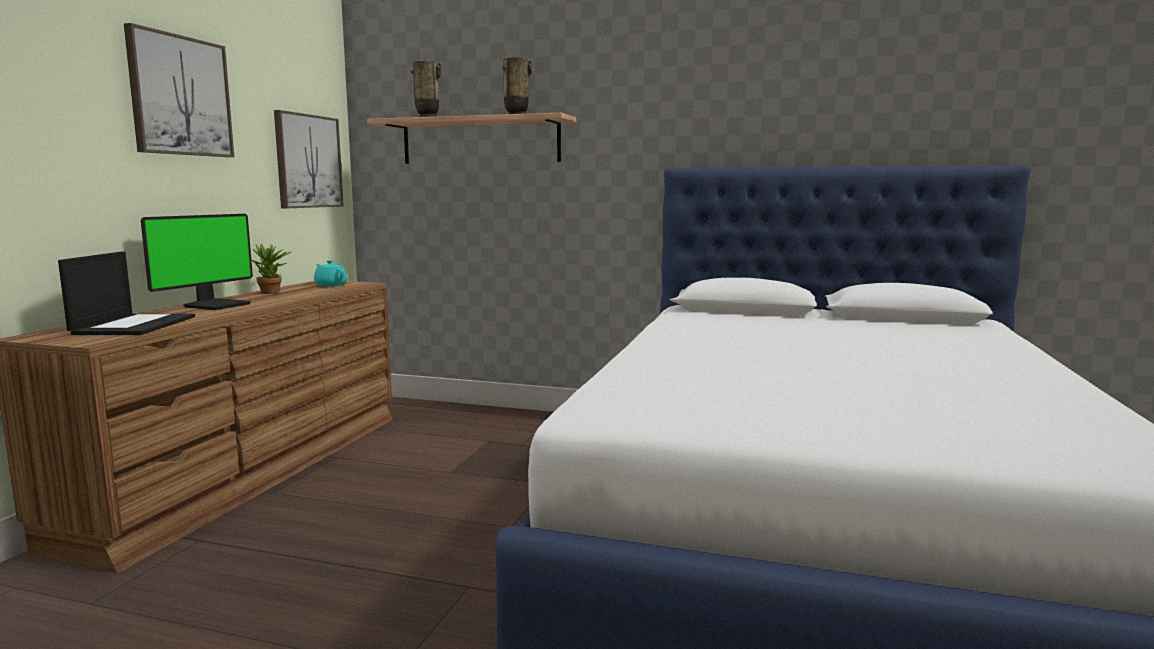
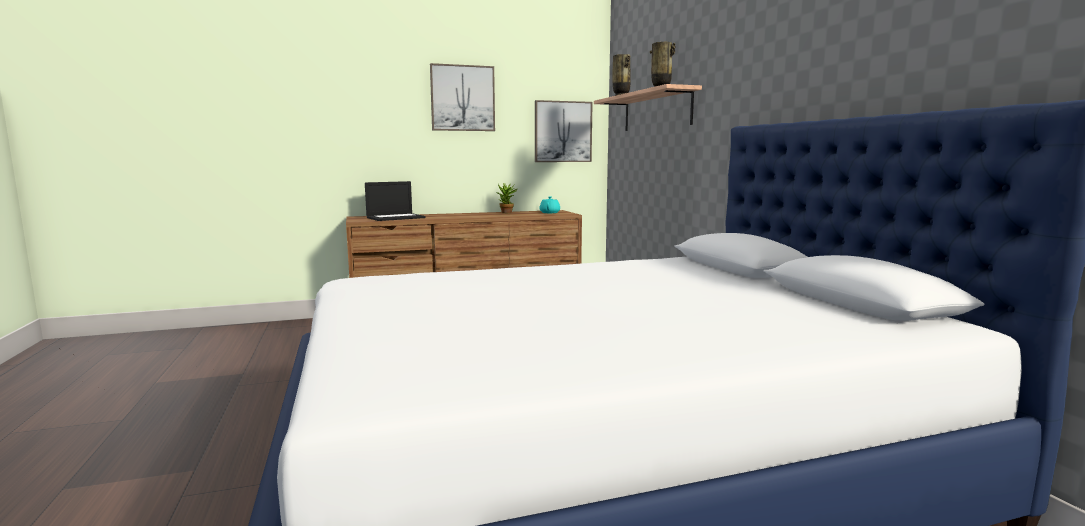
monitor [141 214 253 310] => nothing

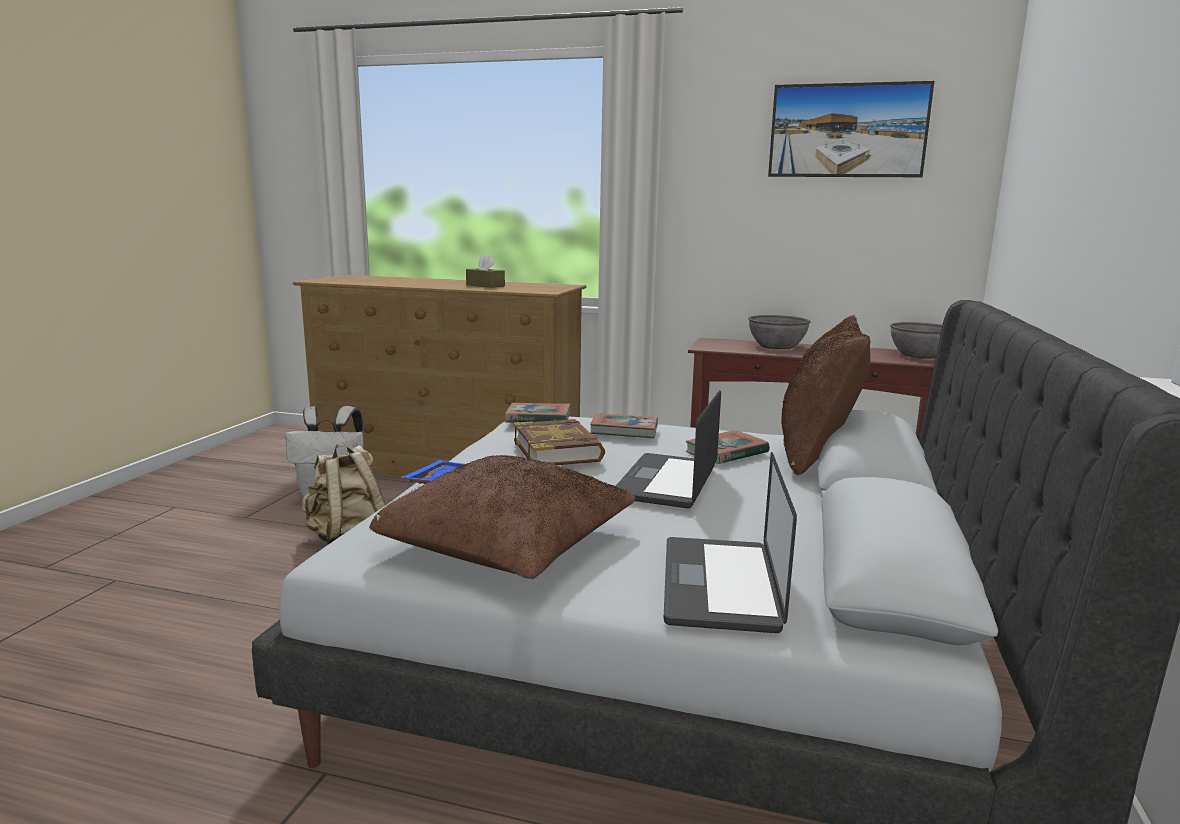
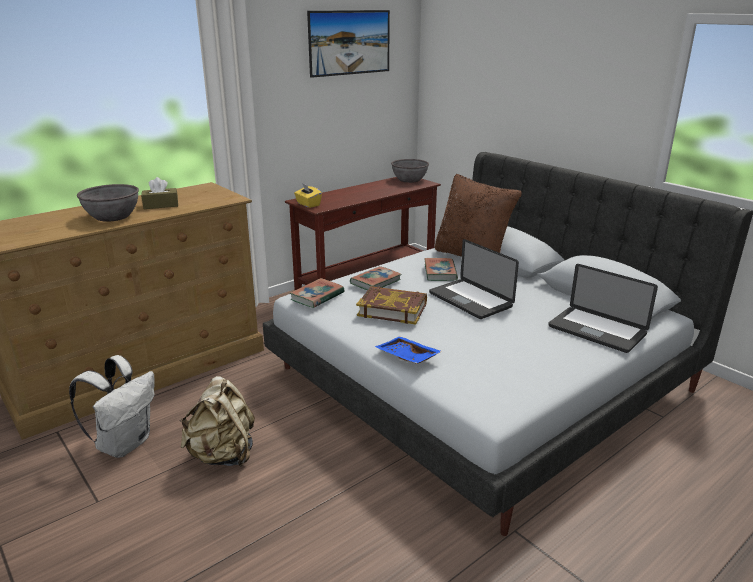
cojín (marrón) [369 455 636 579] => nothing
cuenco (gris) [748 315 811 349] => cuenco (gris) [77 184 139 222], shifted
nothing => caja de pañuelos (amarillo) [294 183 322 208]

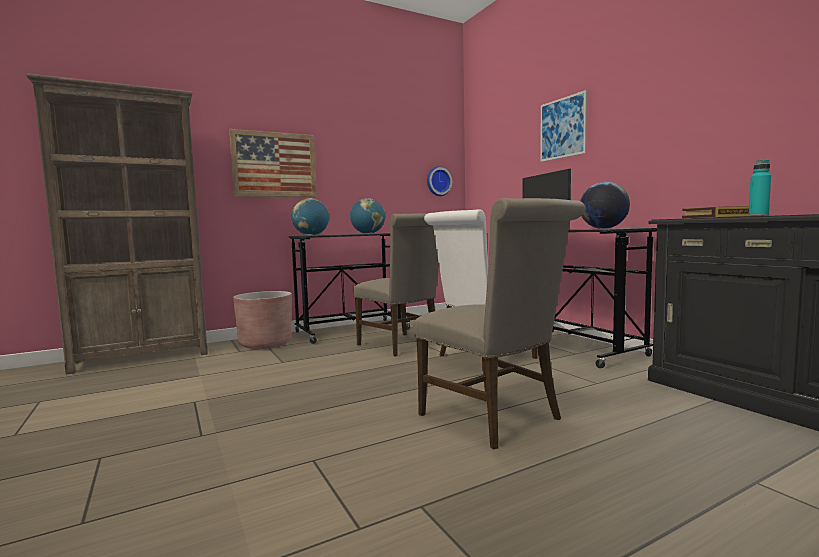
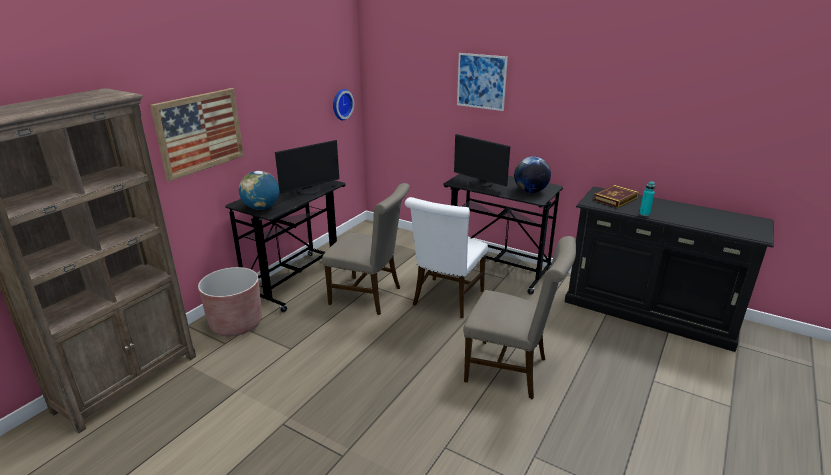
globo terráqueo [350 198 385 234] => monitor [275 140 339 195]

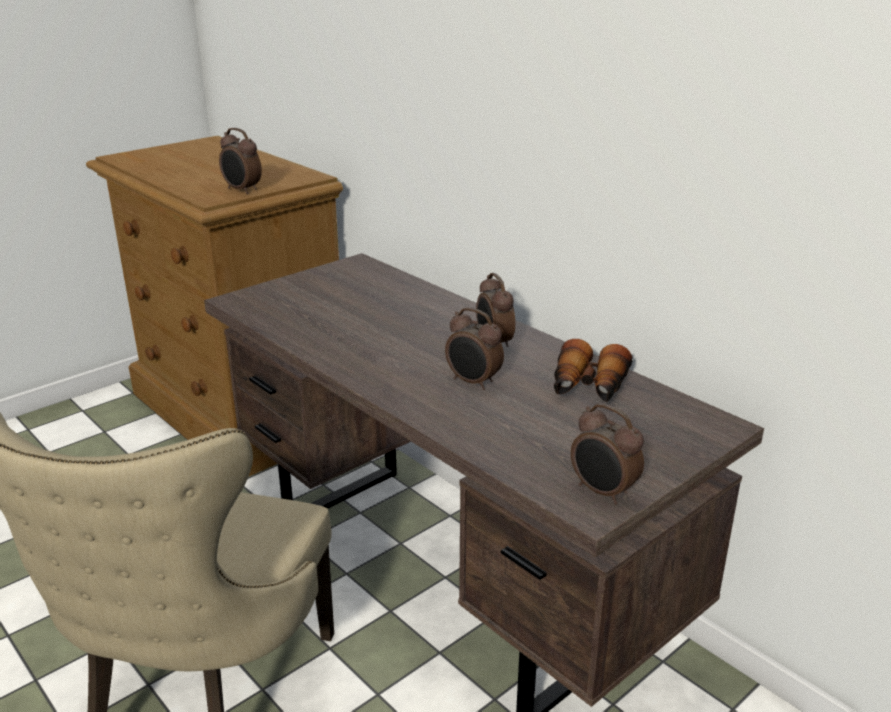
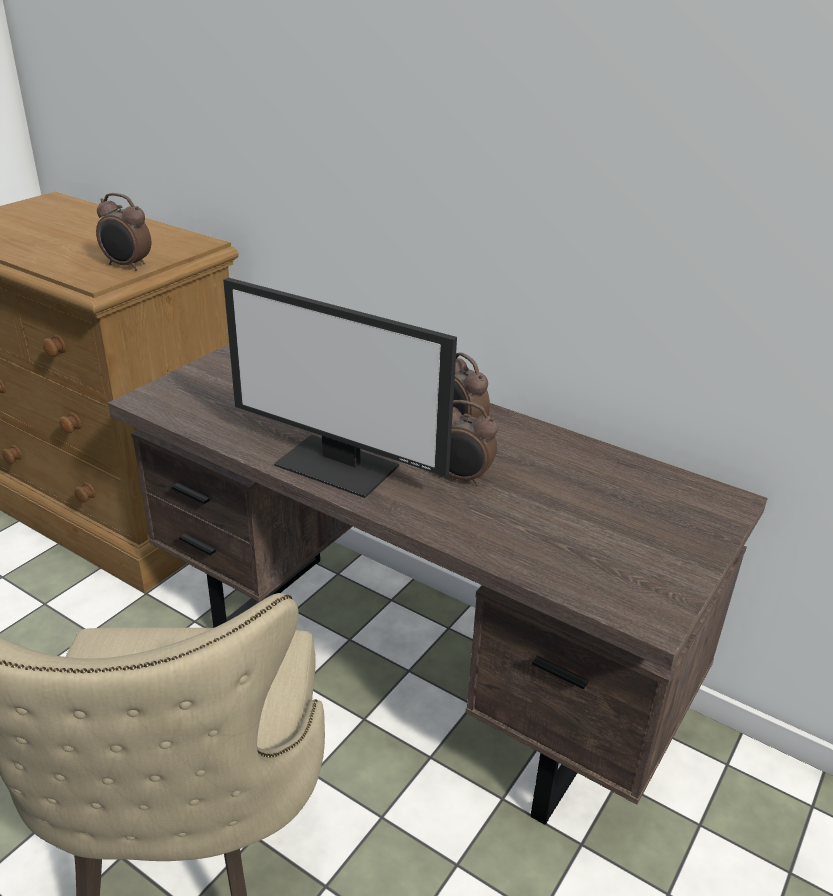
prismáticos [554 339 632 402] => nothing
despertador [571 403 644 505] => nothing
nothing => monitor [223 278 457 498]

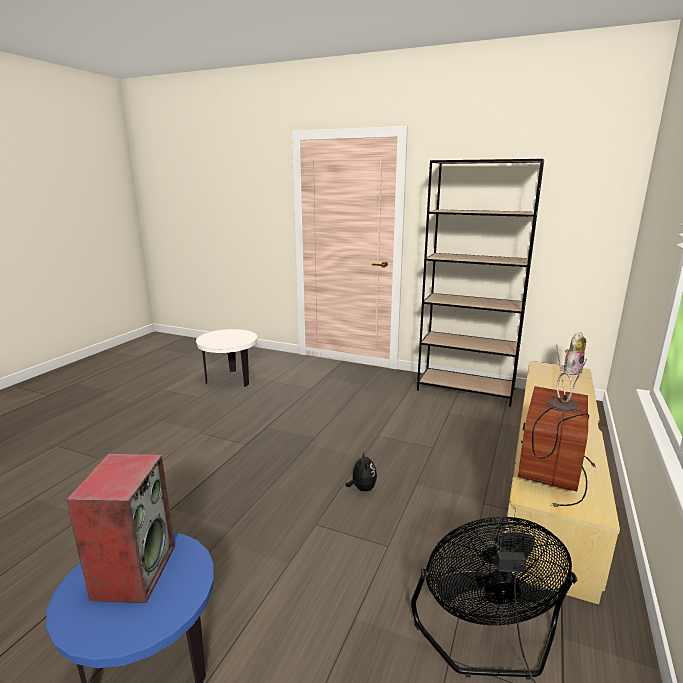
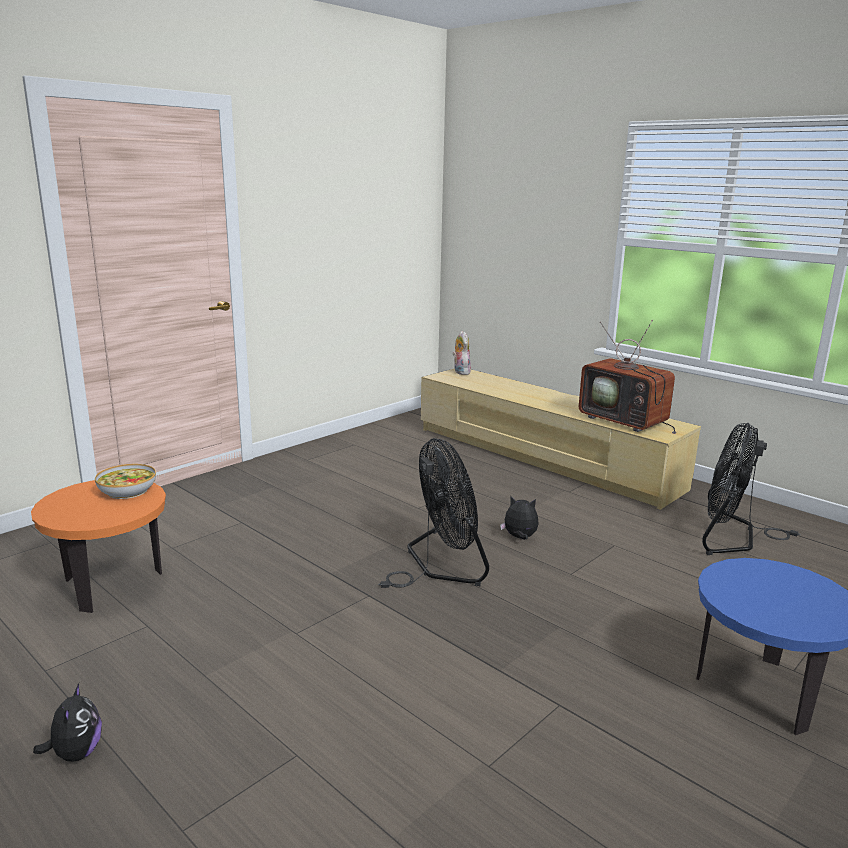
altavoz [66 454 175 603] => nothing
mesa auxiliar (blanco) [196 329 257 387] => mesa auxiliar (naranja) [31 480 166 613]
estantería (beis) [417 159 544 406] => nothing
nothing => peluche [33 683 102 762]
nothing => cuenco [95 464 156 499]
nothing => ventilador (negro) [378 438 489 588]

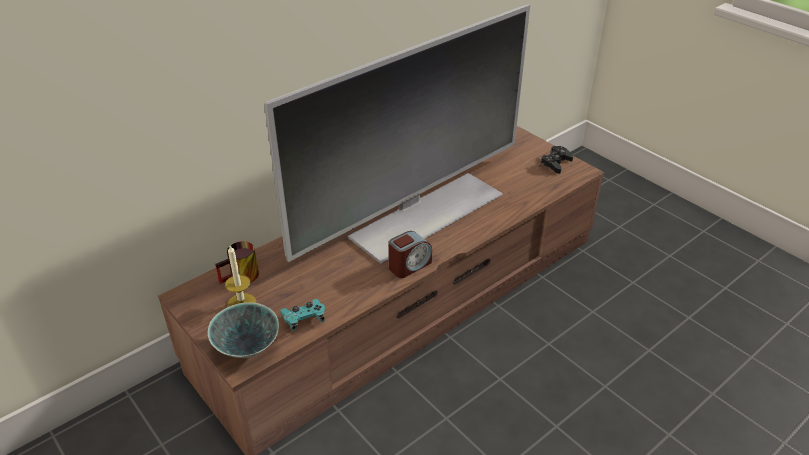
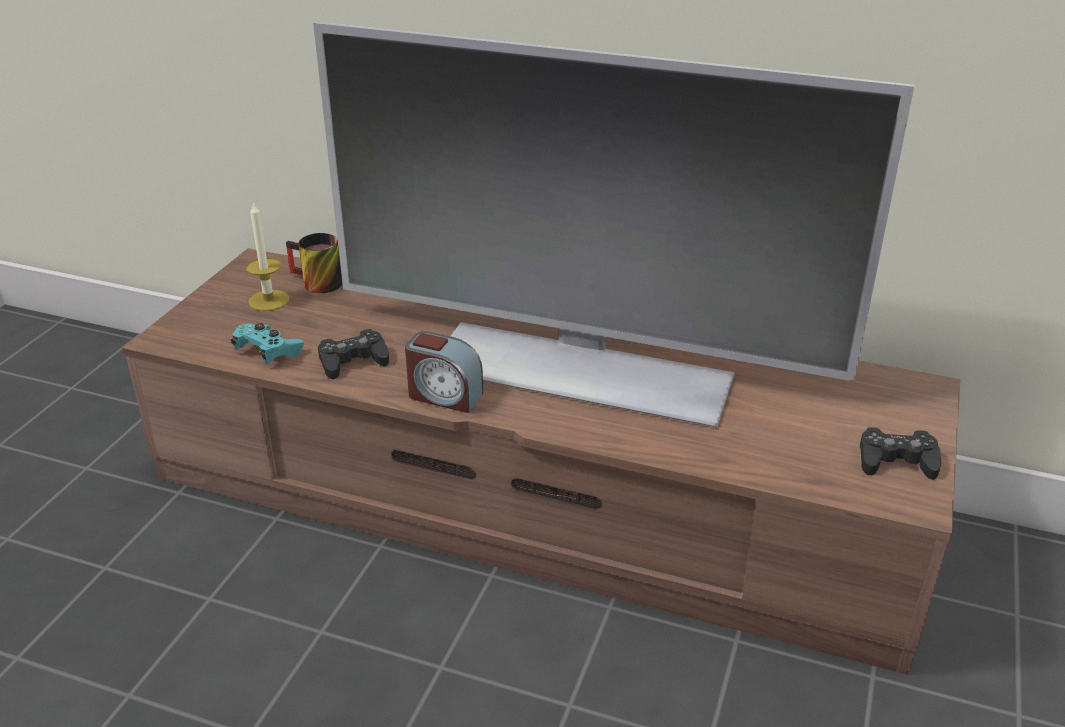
cuenco [208 302 279 358] => nothing
nothing => mando de consola (negro) [318 329 389 379]

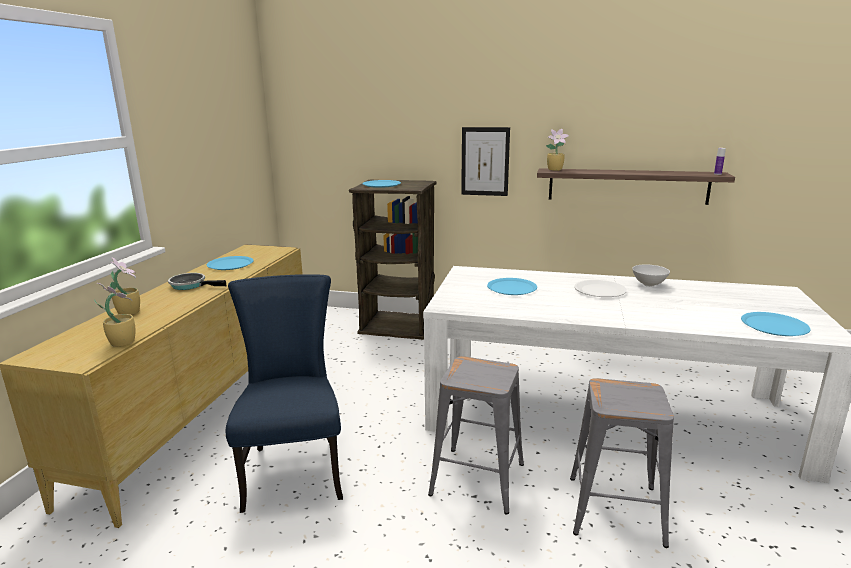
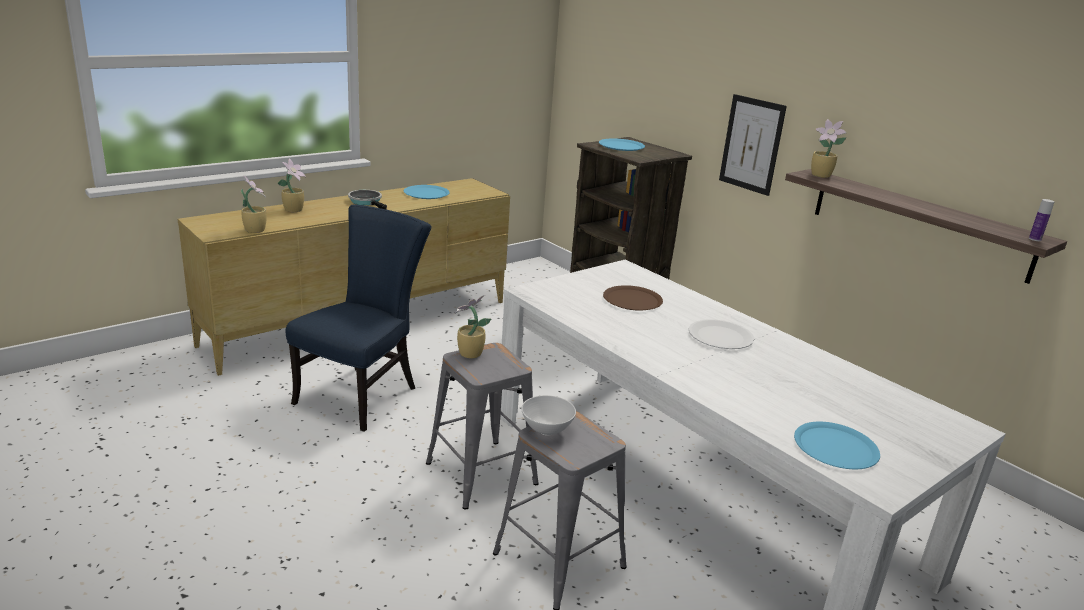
plato (azul) [487 278 537 295] => plato (marrón) [603 285 663 311]
cuenco (blanco) [632 264 670 287] => cuenco (blanco) [522 395 576 436], shifted
nothing => planta en maceta [454 295 491 358]

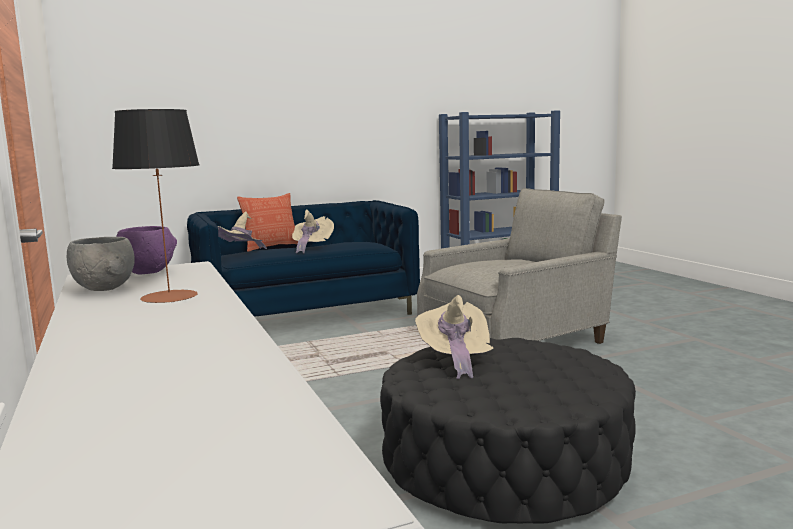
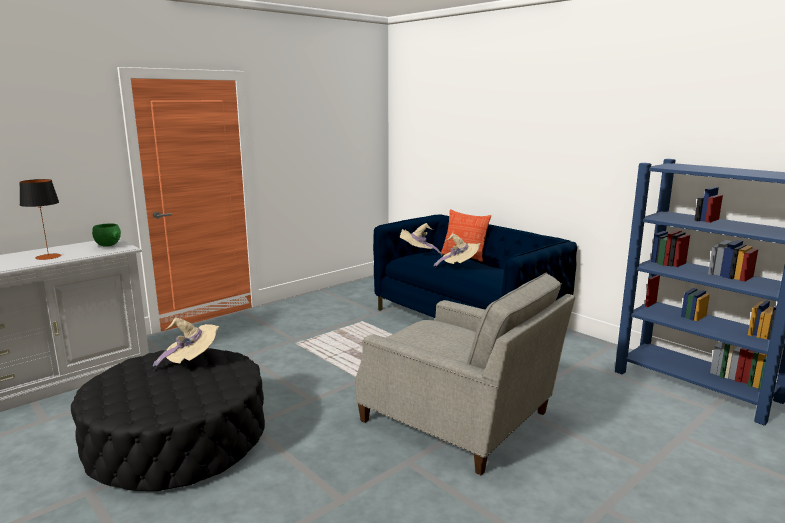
cuenco (gris) [67 237 135 291] => nothing
cuenco (morado) [116 226 177 274] => cuenco (verde) [92 223 121 247]

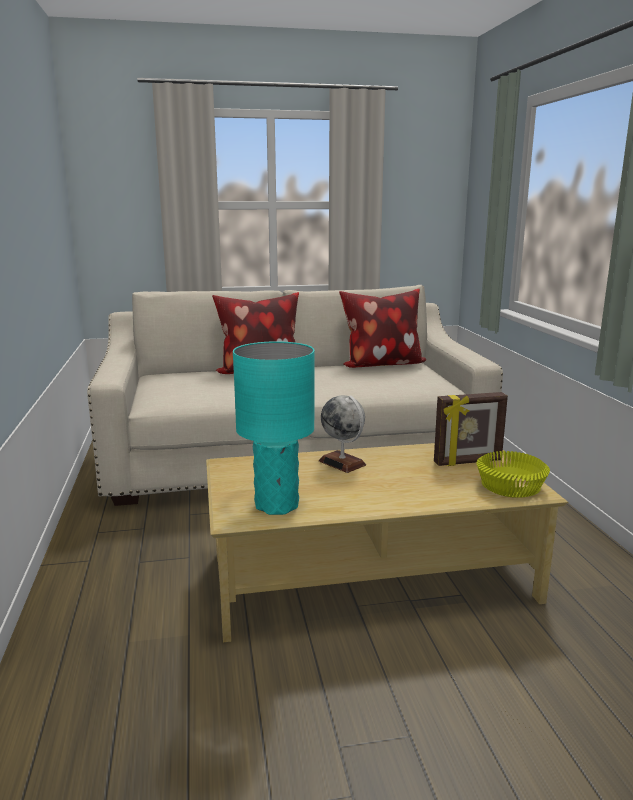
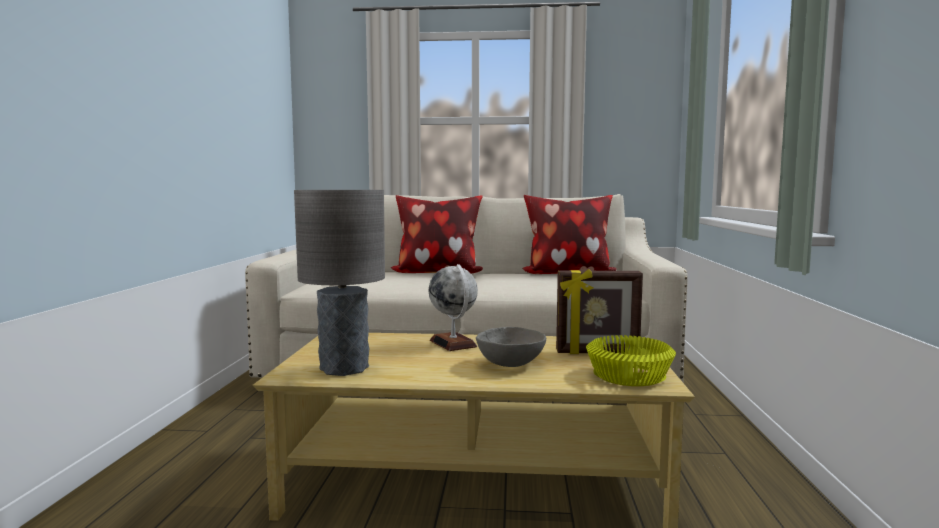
lámpara de mesa (turquesa) [233 341 315 515] => lámpara de mesa (gris) [294 190 385 376]
nothing => cuenco (gris) [476 327 546 367]

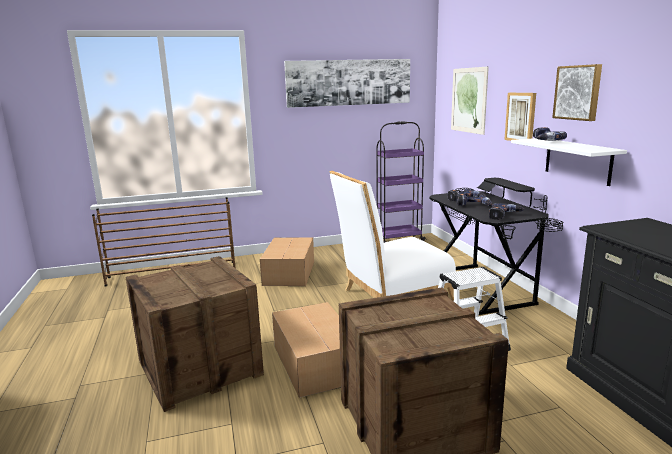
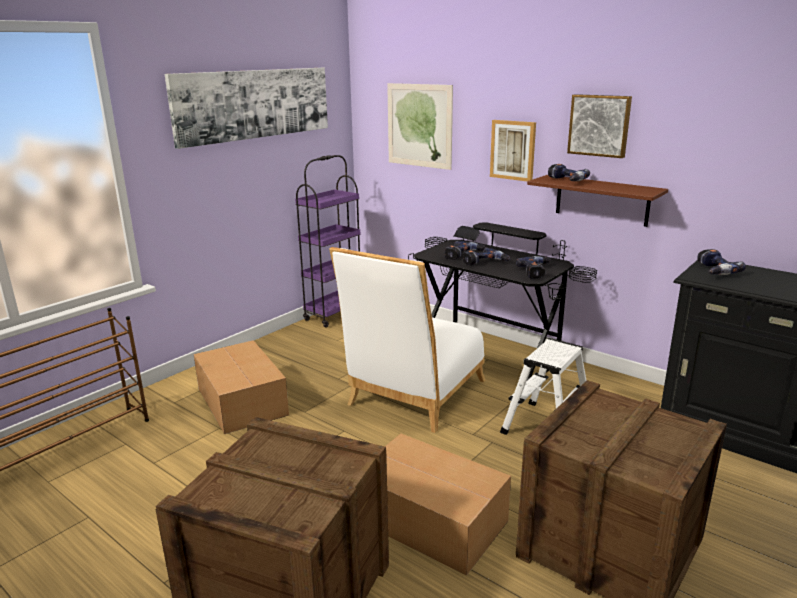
estante (blanco) [511 138 627 186] => estante (marrón) [527 175 668 227]
nothing => taladro [697 249 746 275]

